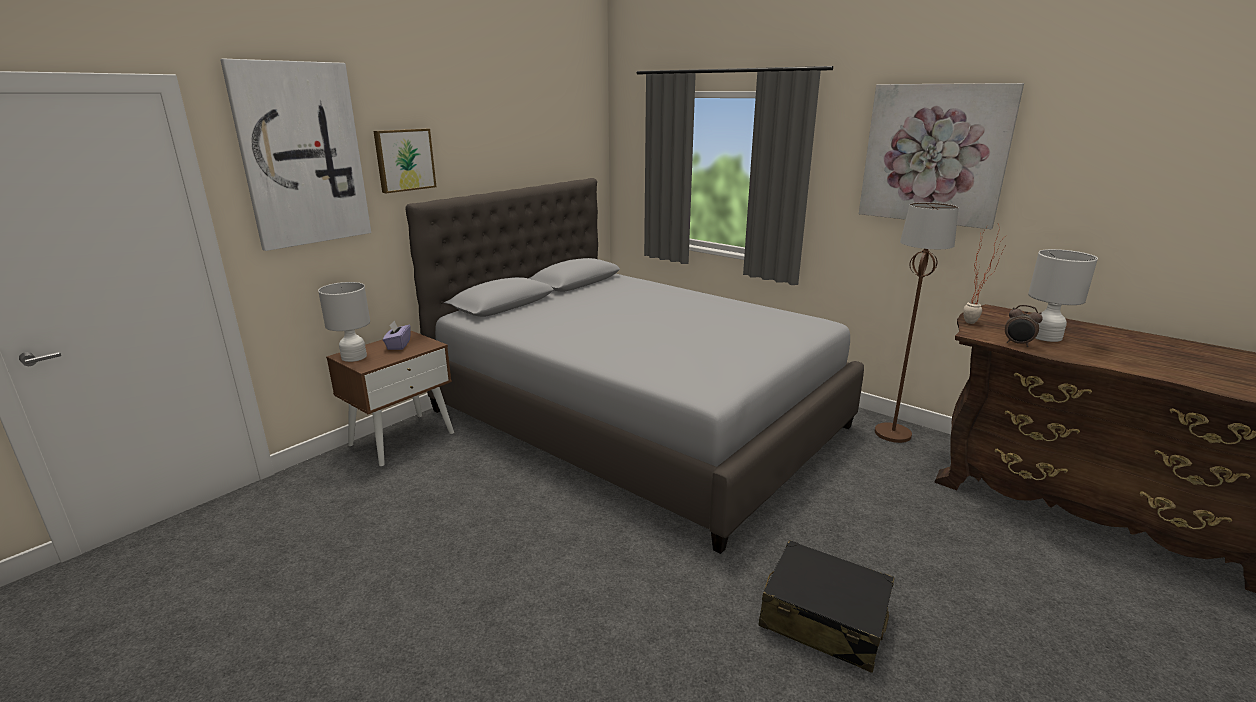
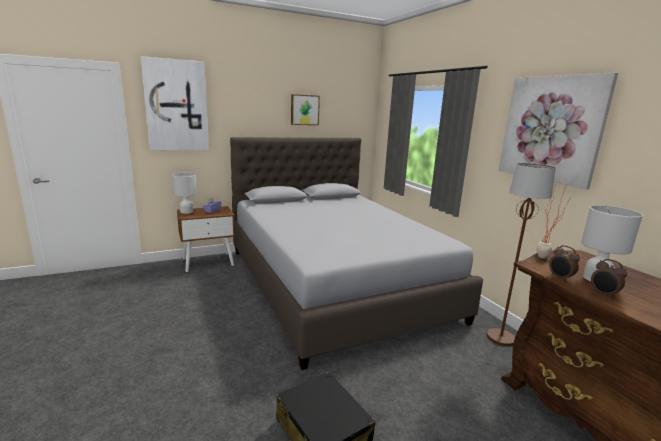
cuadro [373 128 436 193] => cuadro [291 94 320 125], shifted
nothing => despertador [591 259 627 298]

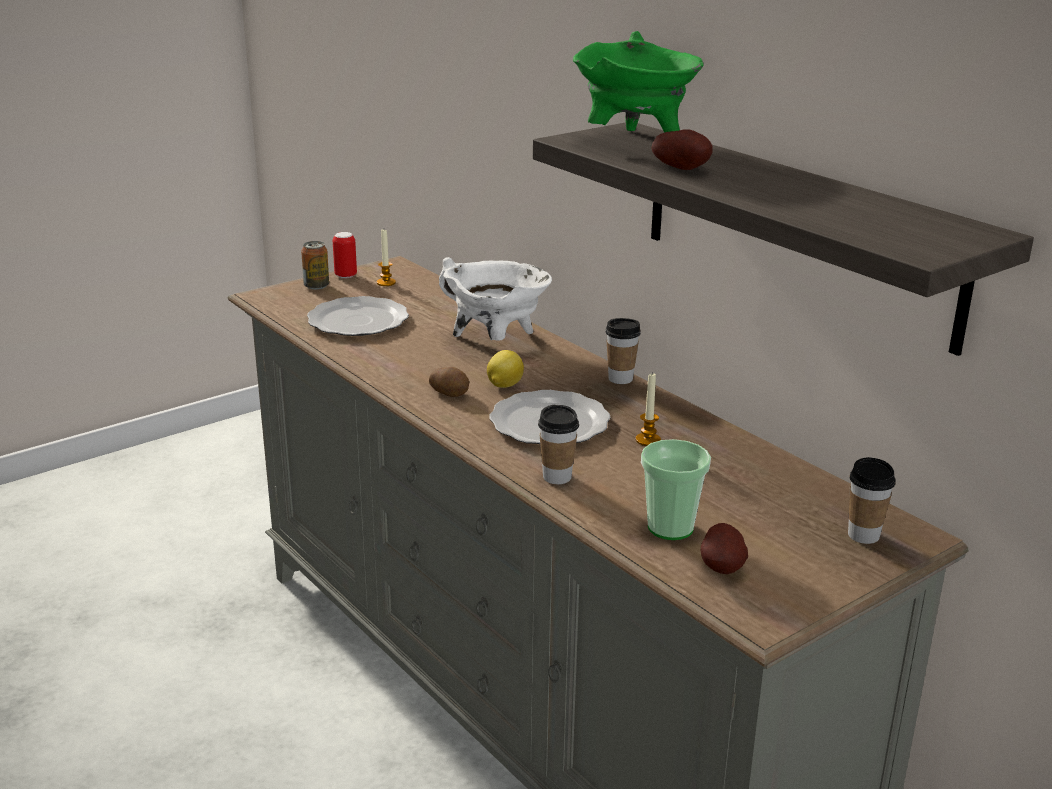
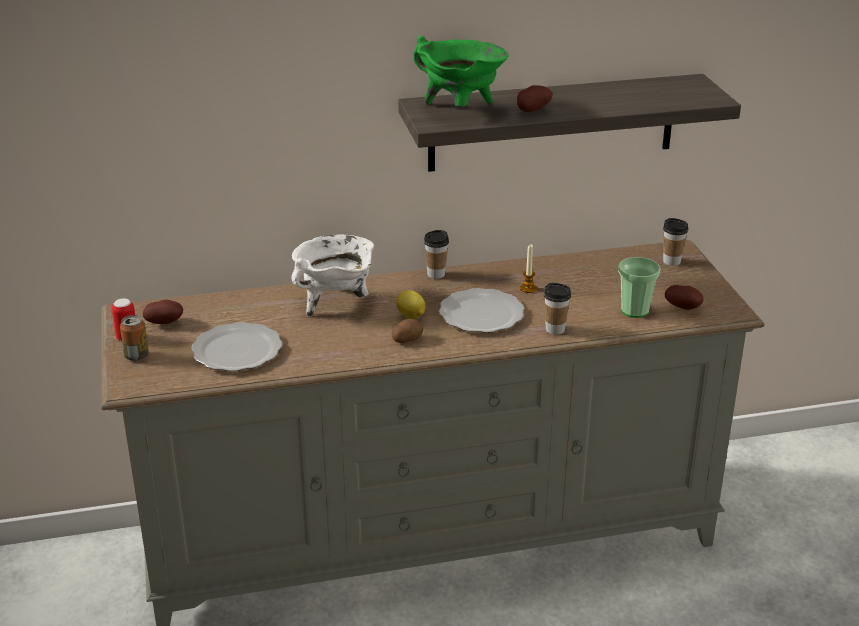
vela [377 229 396 286] => patata [143 300 183 324]

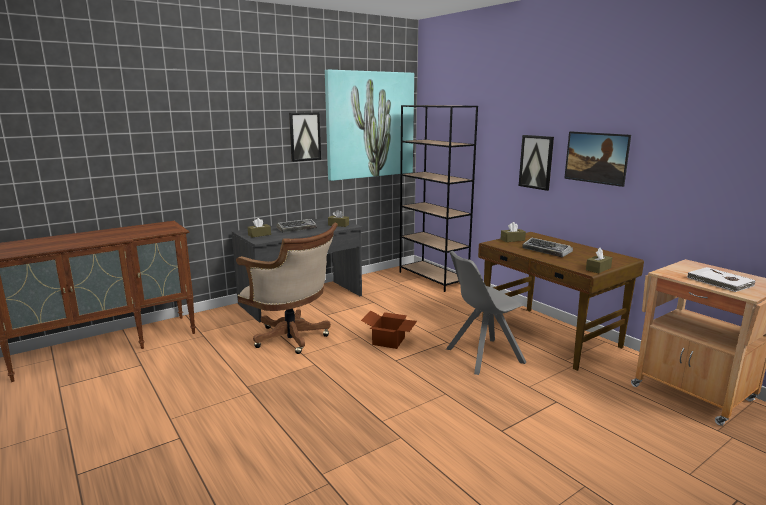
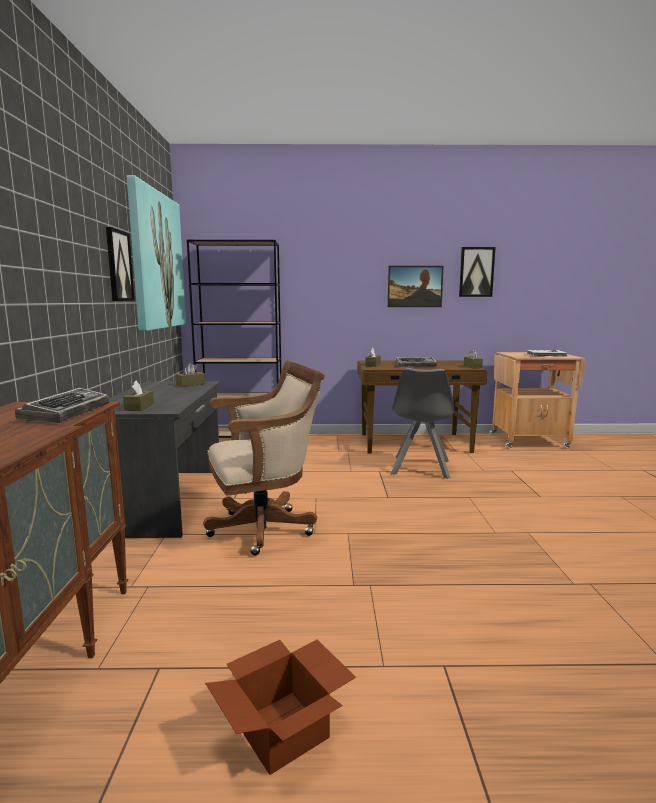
teclado [276 219 317 232] => teclado [15 388 109 423], shifted
caja de cartón [361 310 417 349] => caja de cartón [205 639 356 775], shifted
cuadro [519 135 554 191] => cuadro [459 247 495 297], shifted

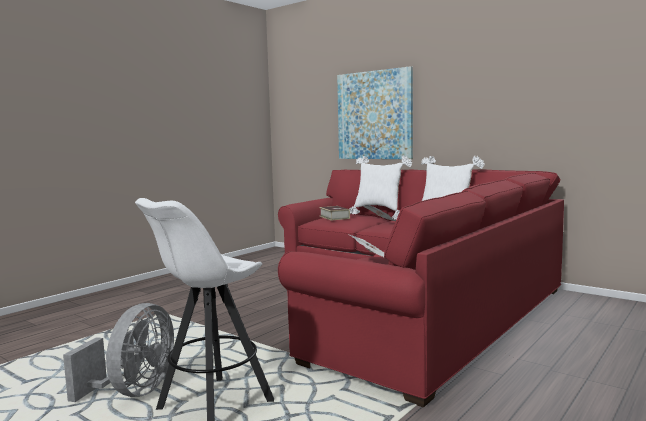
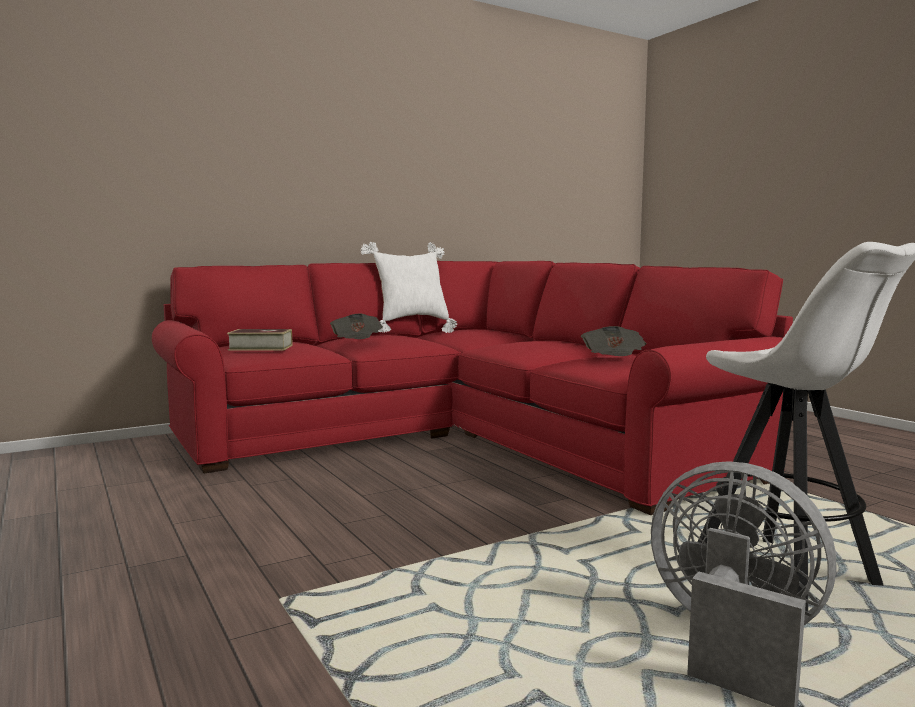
cuadro [337 66 413 159] => nothing
cojín (blanco) [349 156 412 220] => nothing

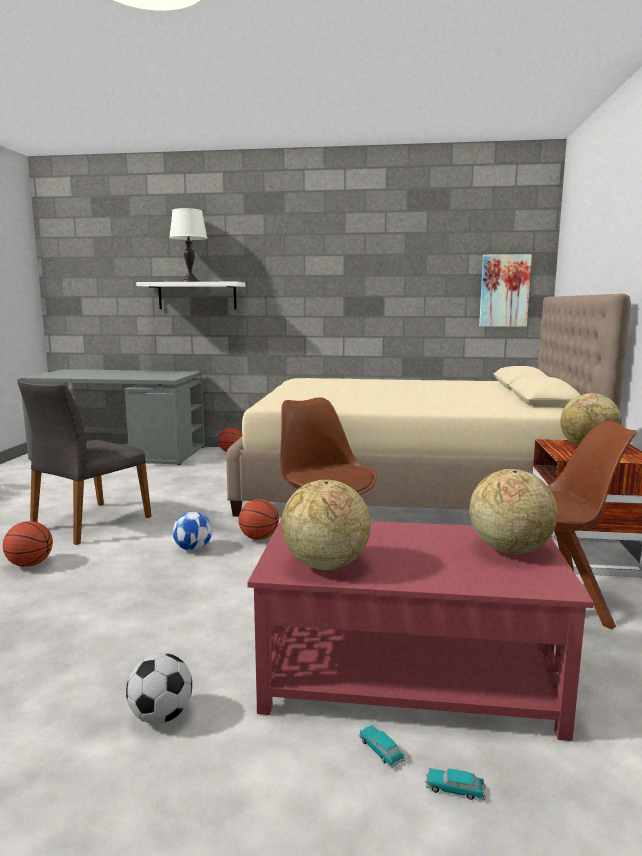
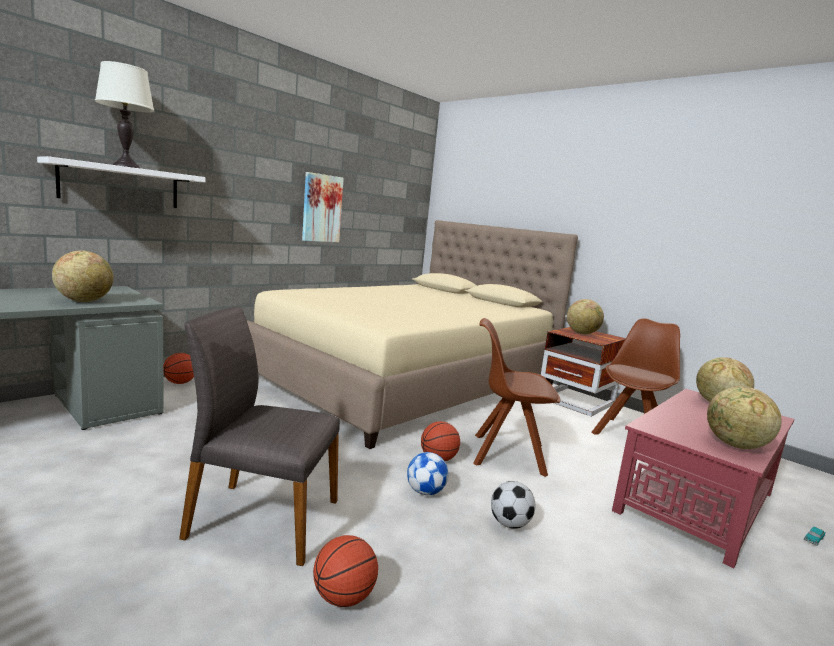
silla (gris) [17 379 152 545] => silla (gris) [179 307 340 566], 120 degrees clockwise
balón de fútbol [126 653 192 724] => balón de fútbol [491 481 535 529], shifted
coche de juguete [359 725 406 768] => nothing
cuadro [479 254 532 327] => cuadro [302 172 344 242], shifted
nothing => globo terráqueo [52 251 113 302]

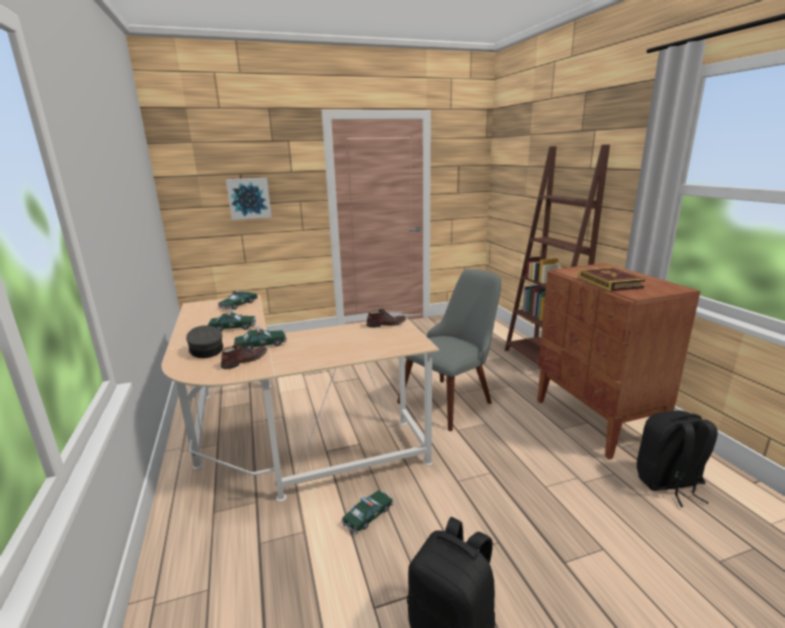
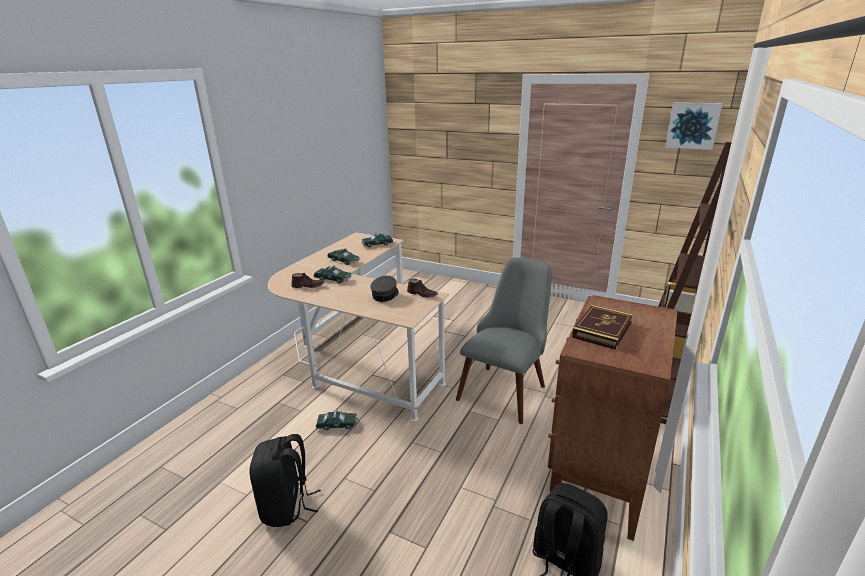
gorra (gris) [186 325 224 358] => gorra (gris) [370 275 399 302], shifted
cuadro [226 178 271 220] => cuadro [665 102 723 150], shifted
silla (gris) [397 269 501 431] => silla (gris) [456 257 552 424], 60 degrees counterclockwise

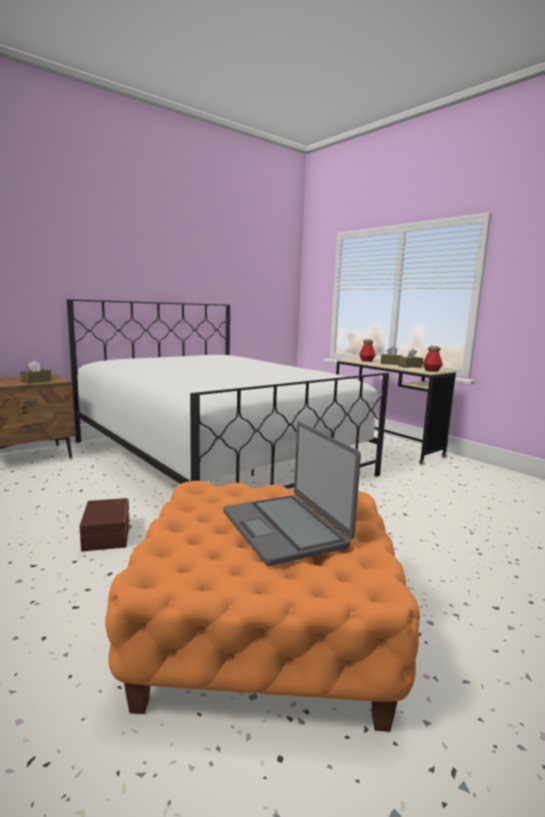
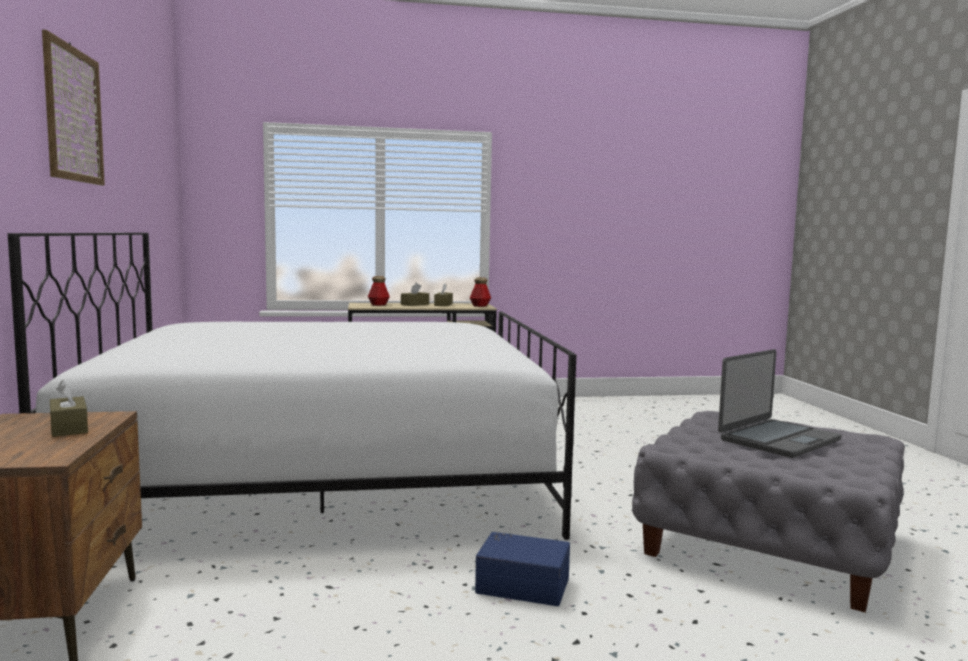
caja de almacenaje (marrón) [79 498 132 551] => caja de almacenaje (azul) [475 532 570 606]
puf (naranja) [105 481 420 732] => puf (gris) [632 411 905 612]
portátil [223 422 361 566] => portátil [718 349 842 458], 45 degrees counterclockwise
nothing => cuadro [42 30 105 186]

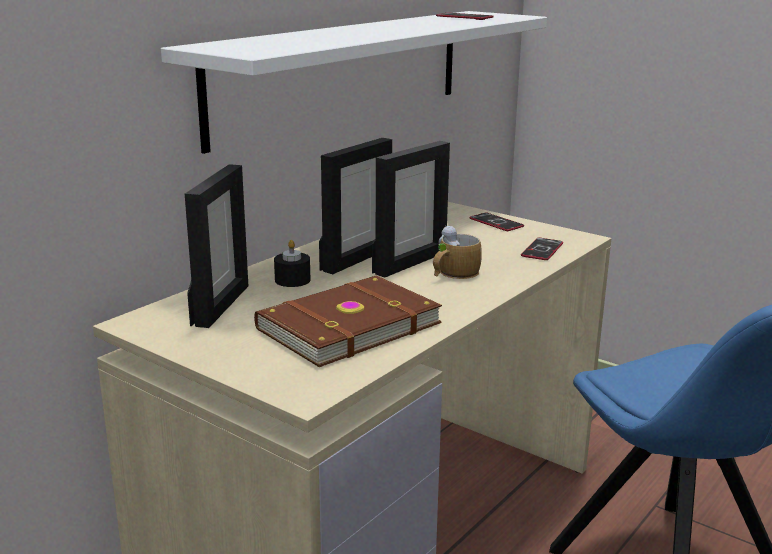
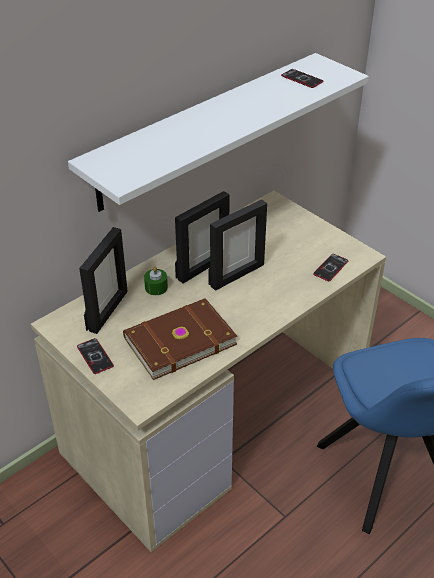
vela (negro) [274 240 310 287] => vela (verde) [144 267 168 295]
taza grande [433 226 482 279] => nothing
móvil [470 213 524 231] => móvil [77 338 114 374], shifted

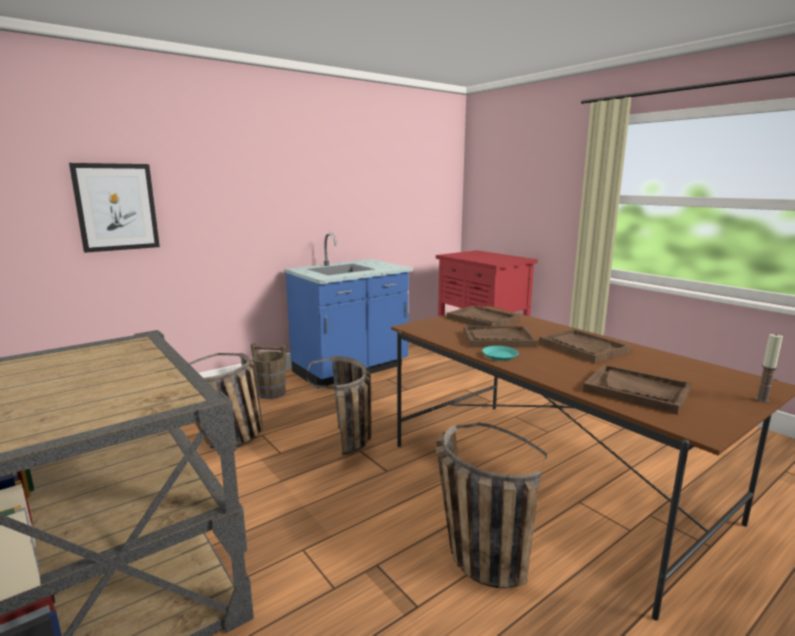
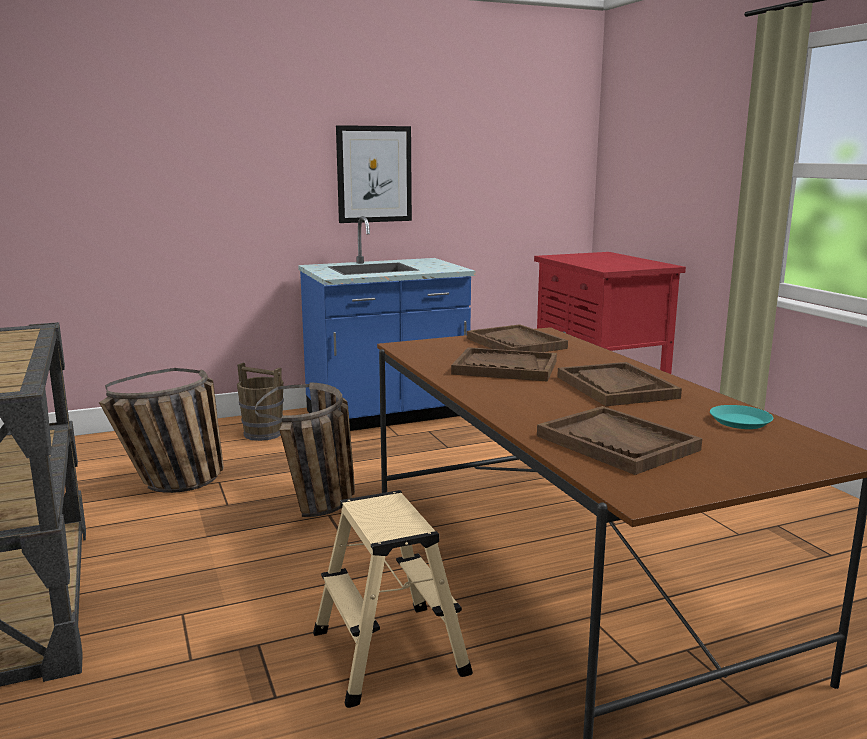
cuadro [69 163 160 253] => cuadro [336 125 412 223], shifted
cesta [436 423 547 588] => escalera de tijera (beis) [313 490 473 708]
plato (turquesa) [482 346 519 361] => plato (turquesa) [710 405 773 429], shifted
vela [755 333 783 403] => nothing

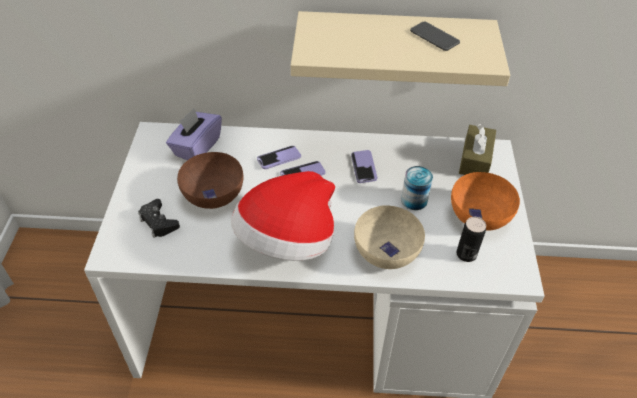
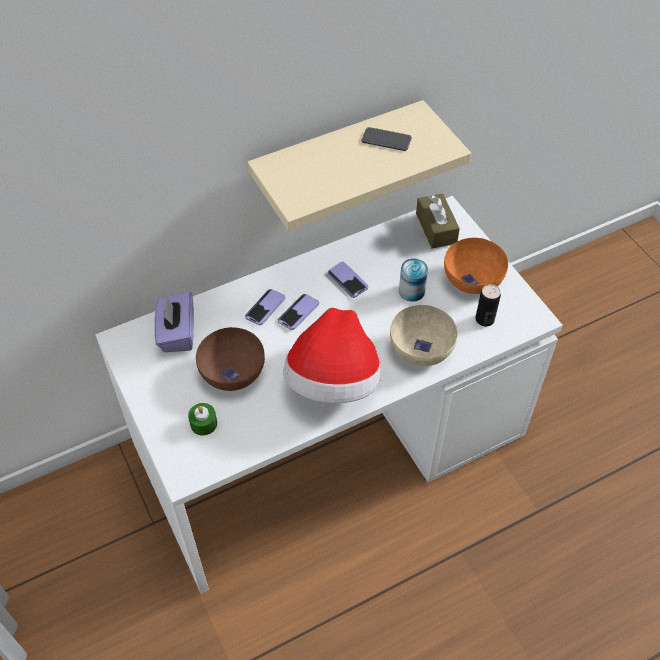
mando de consola (negro) [138 199 180 238] => vela (verde) [188 403 217 436]

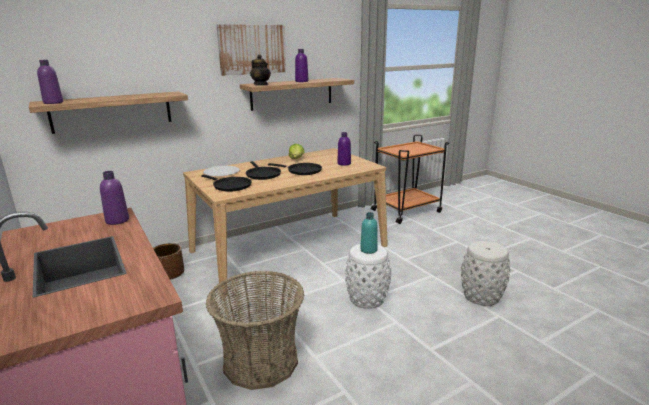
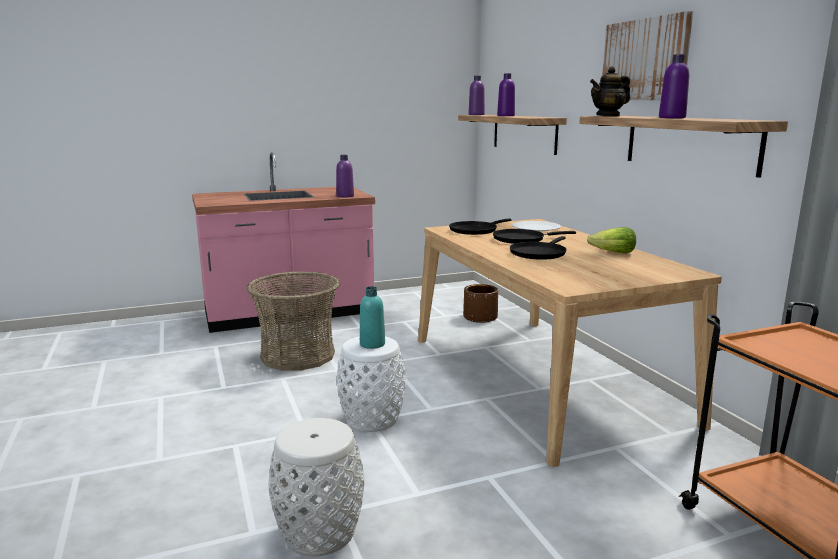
botella (morado) [337 132 351 166] => botella (morado) [497 73 515 116], shifted

